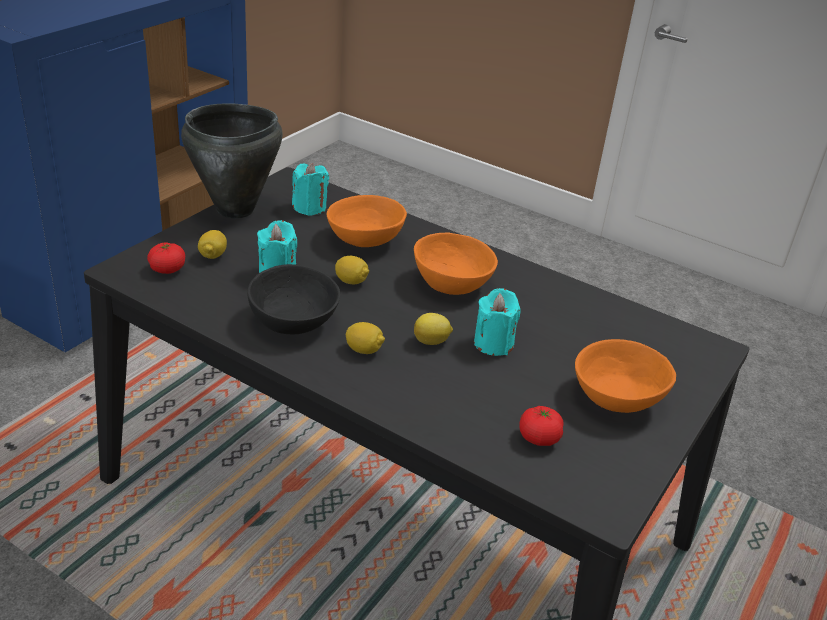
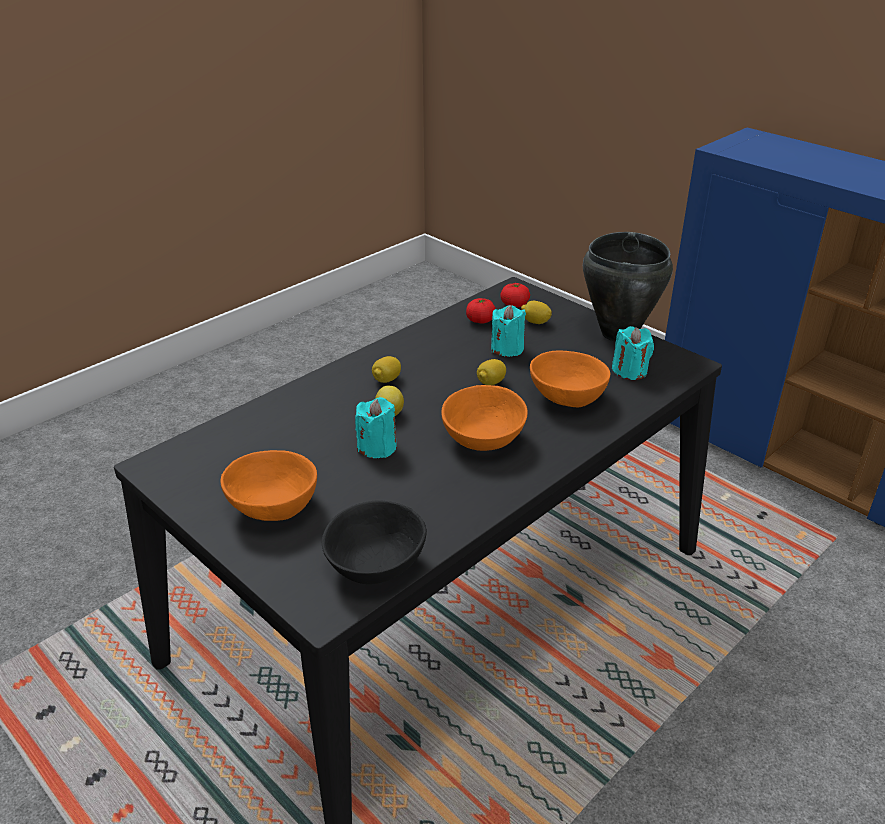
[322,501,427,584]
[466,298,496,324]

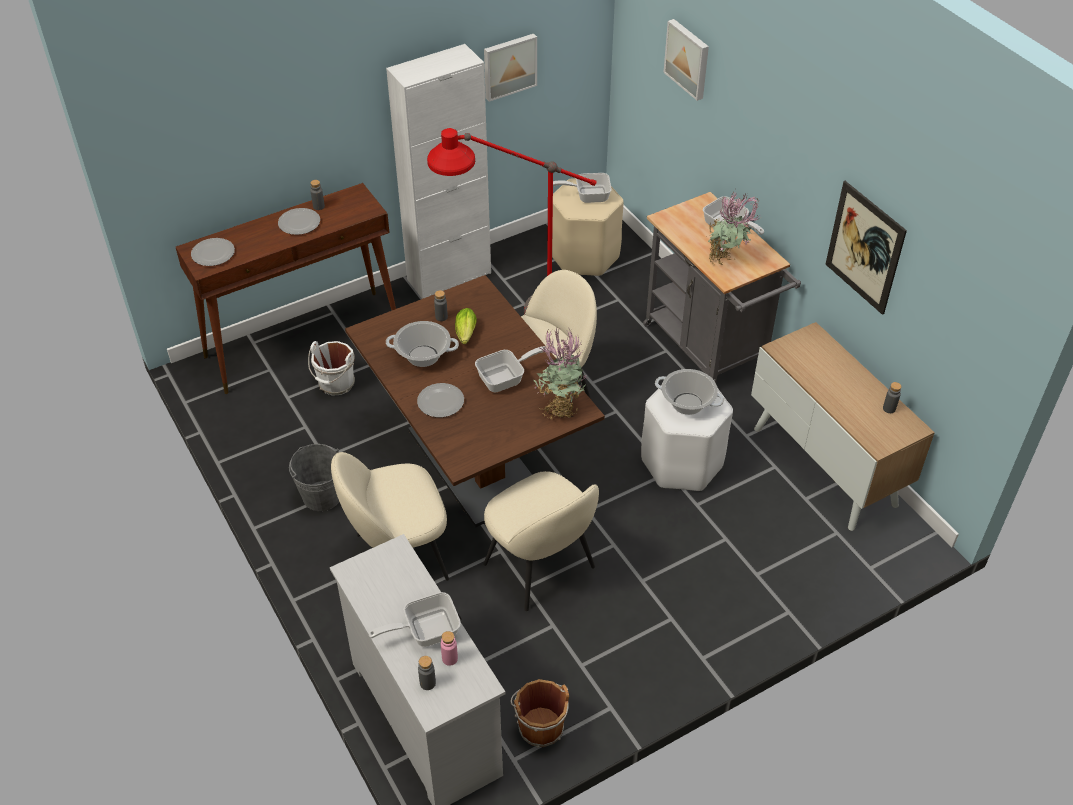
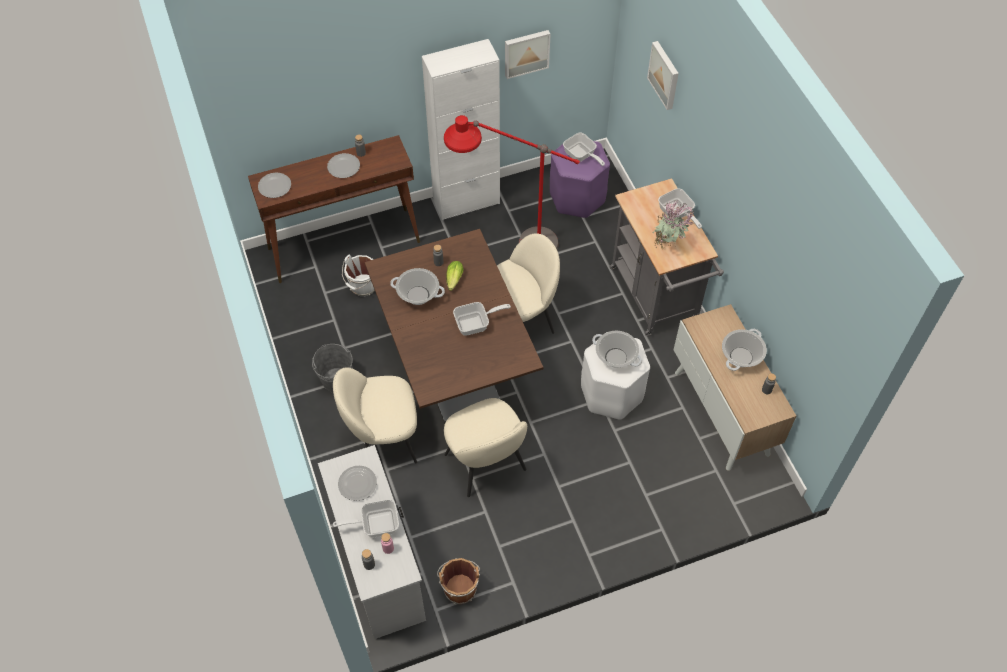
[338,466,377,501]
[550,141,610,218]
[563,133,605,166]
[722,329,767,371]
[533,327,587,420] (first image)
[825,181,907,315] (first image)

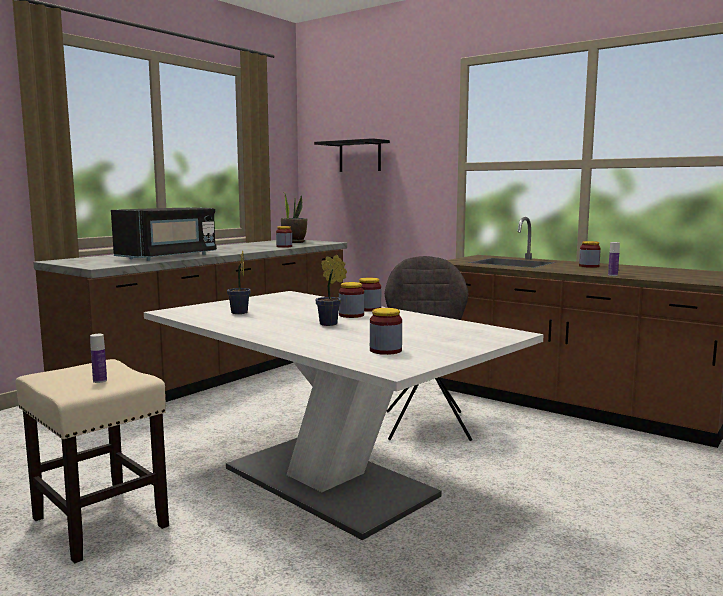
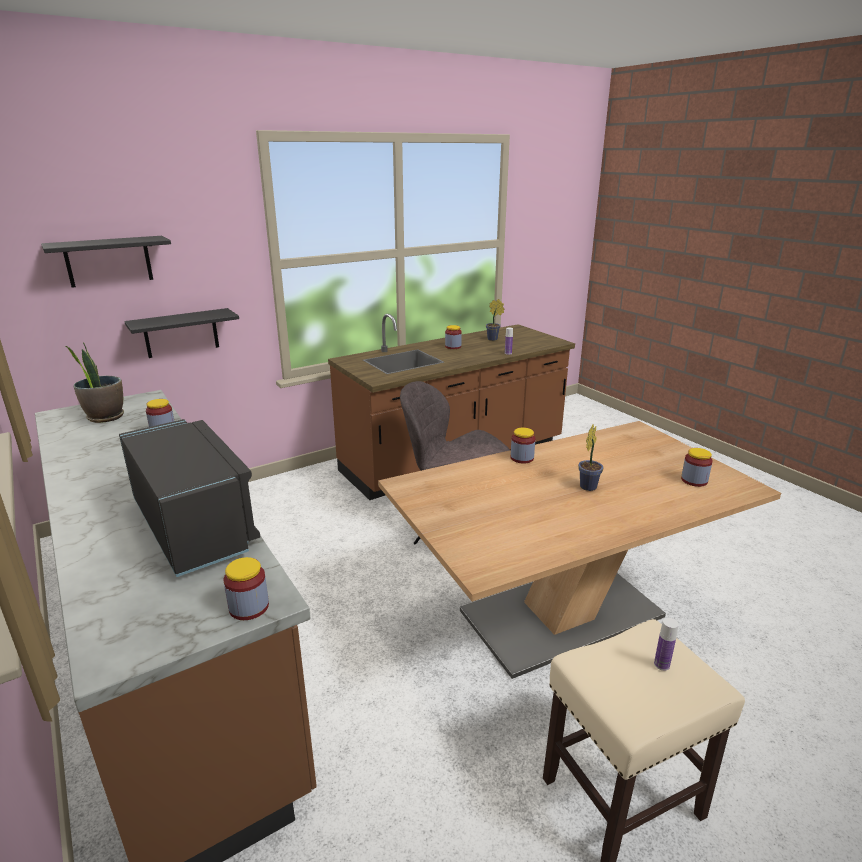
[124,308,239,358]
[224,557,269,620]
[378,421,781,679]
[486,299,504,341]

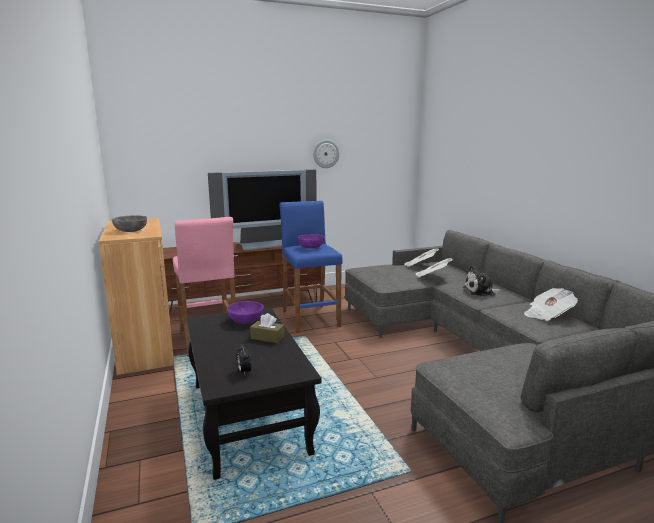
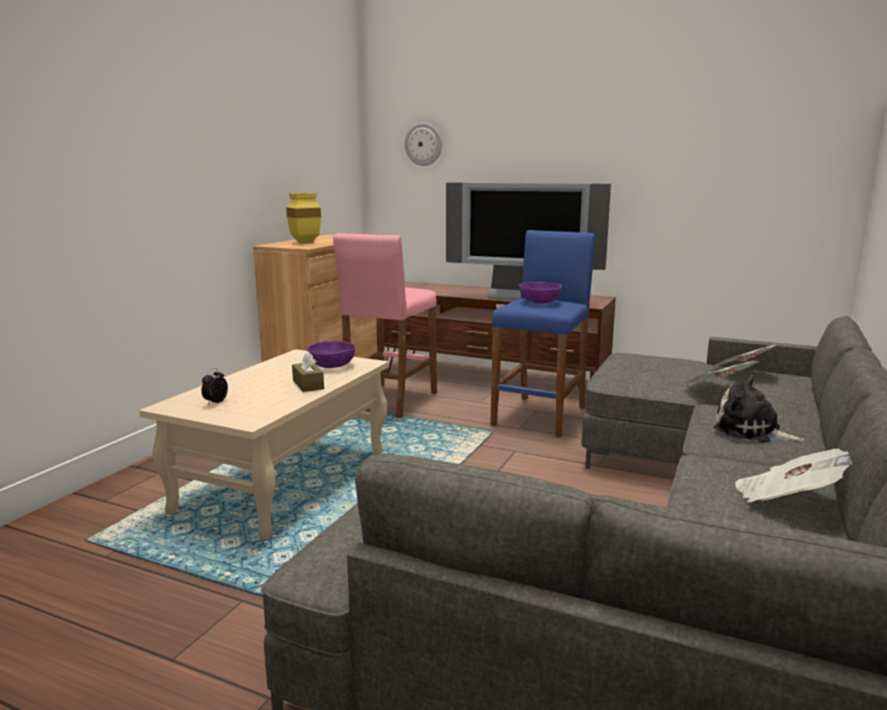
[139,349,389,540]
[286,193,321,244]
[405,122,442,166]

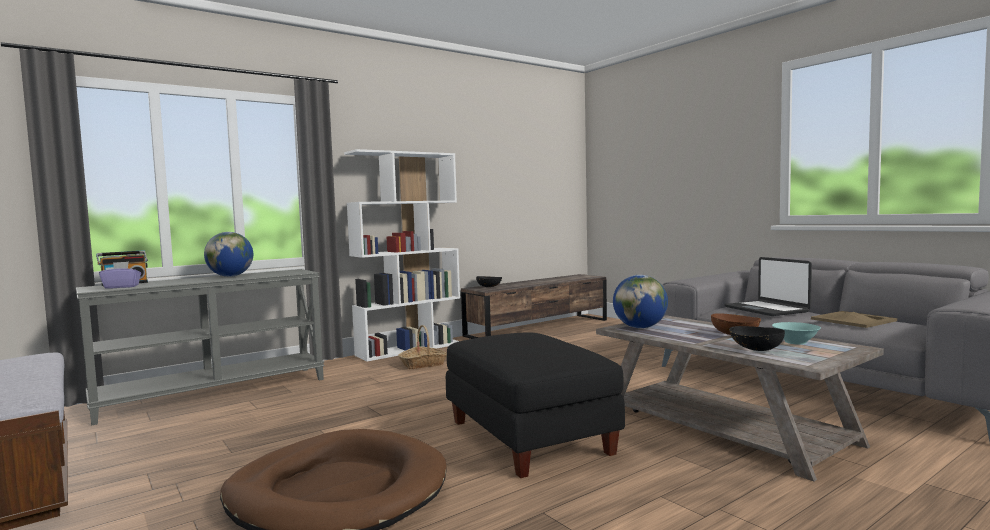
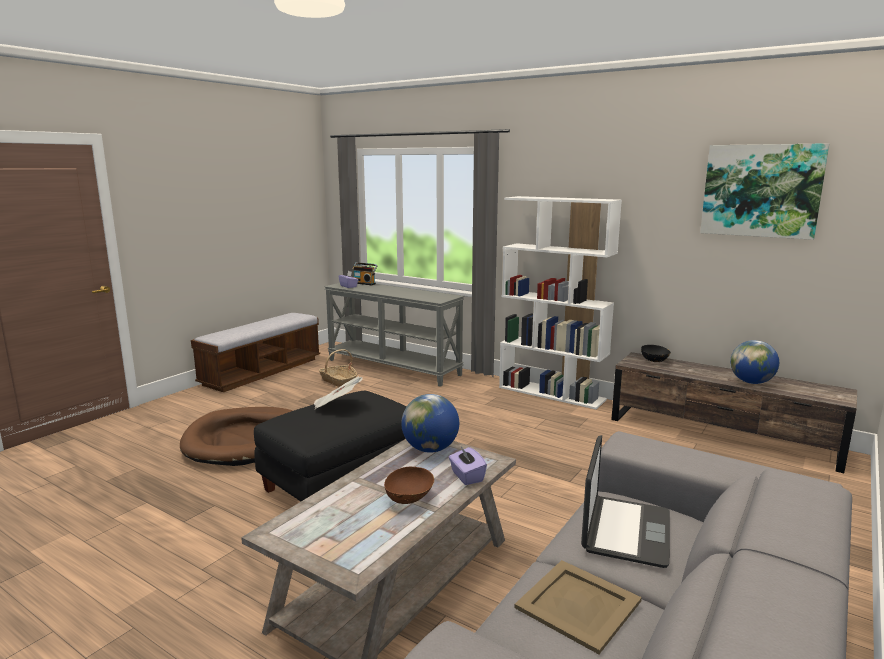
[314,376,363,409]
[318,349,357,387]
[449,447,487,485]
[581,435,670,568]
[700,143,829,240]
[730,340,779,384]
[729,326,785,351] (first image)
[772,322,821,345] (first image)

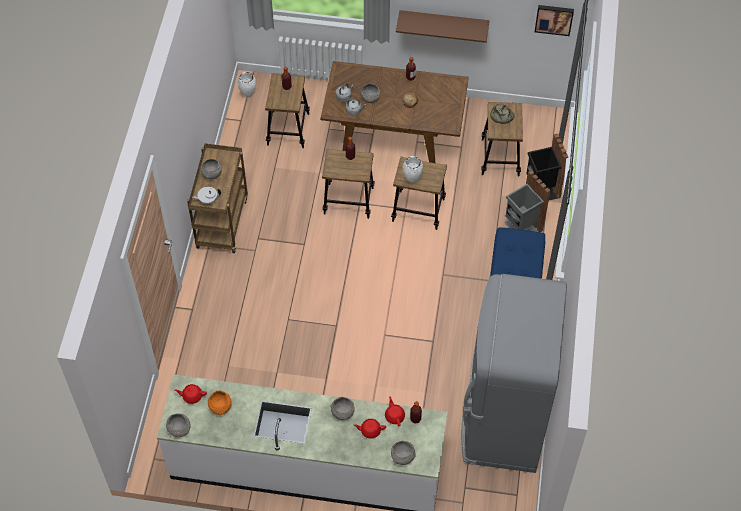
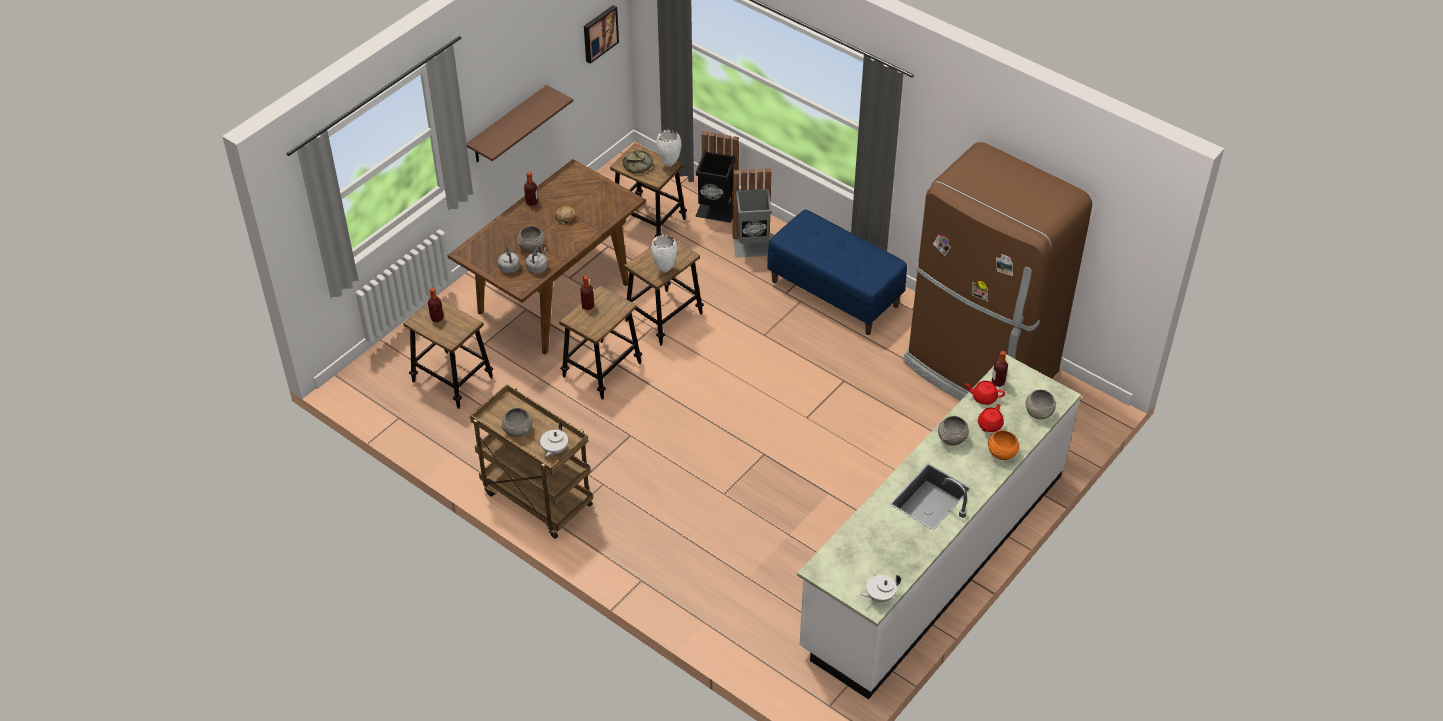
[656,130,681,167]
[860,575,901,603]
[903,142,1092,401]
[988,430,1020,460]
[174,384,207,404] (first image)

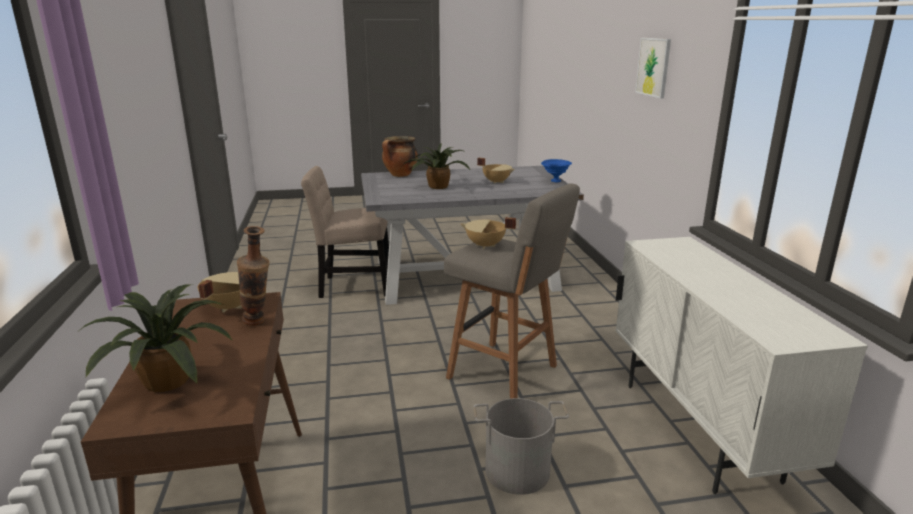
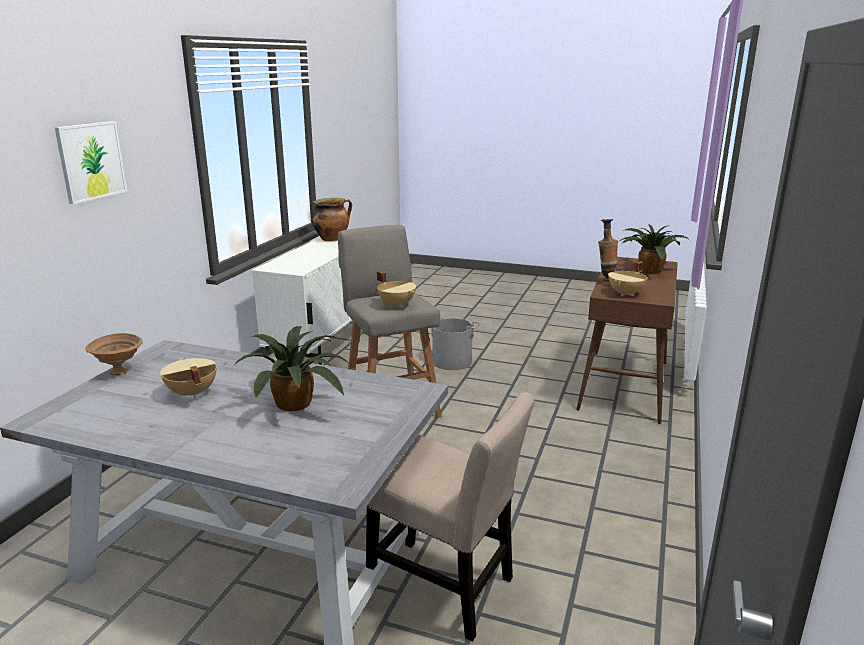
[85,333,143,375]
[312,198,352,241]

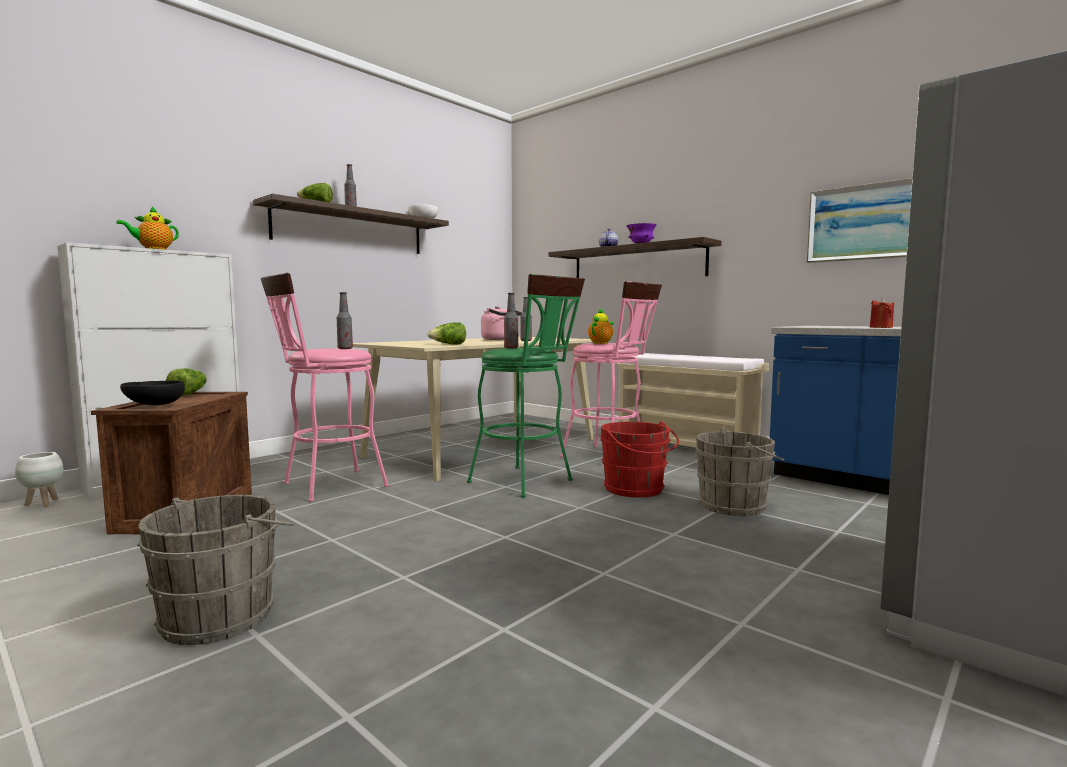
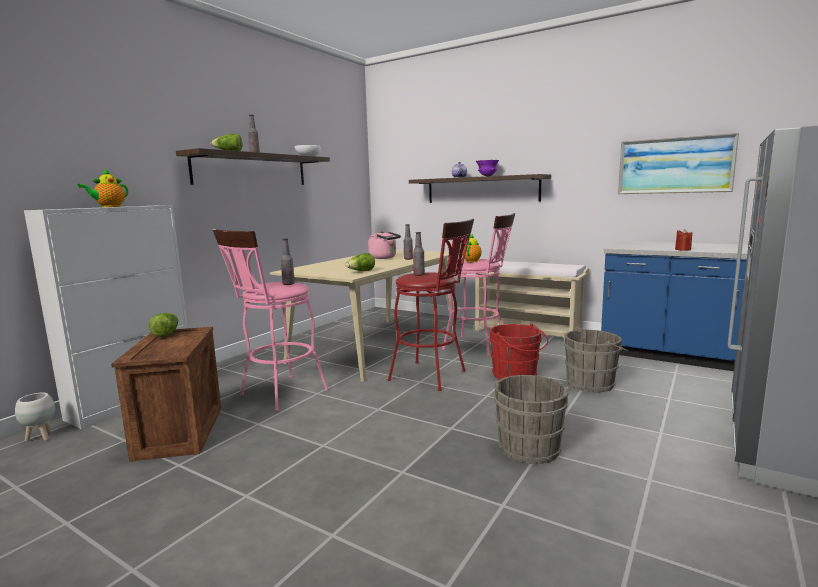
[388,219,474,391]
[493,375,570,464]
[120,381,185,405] (first image)

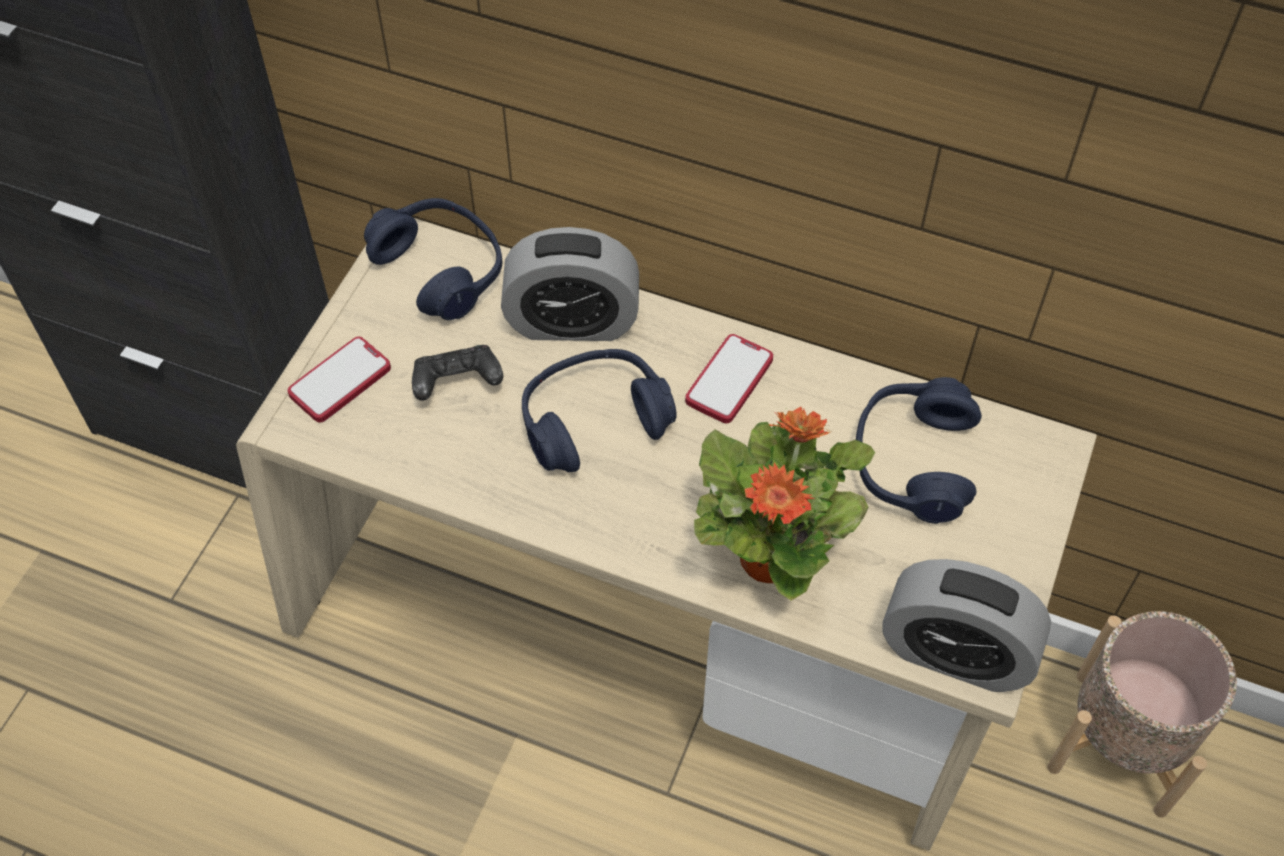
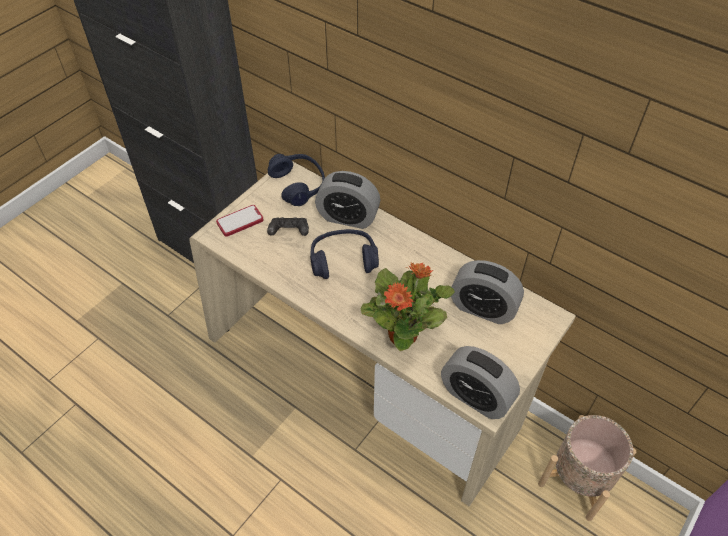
[451,260,524,324]
[685,334,773,423] (first image)

